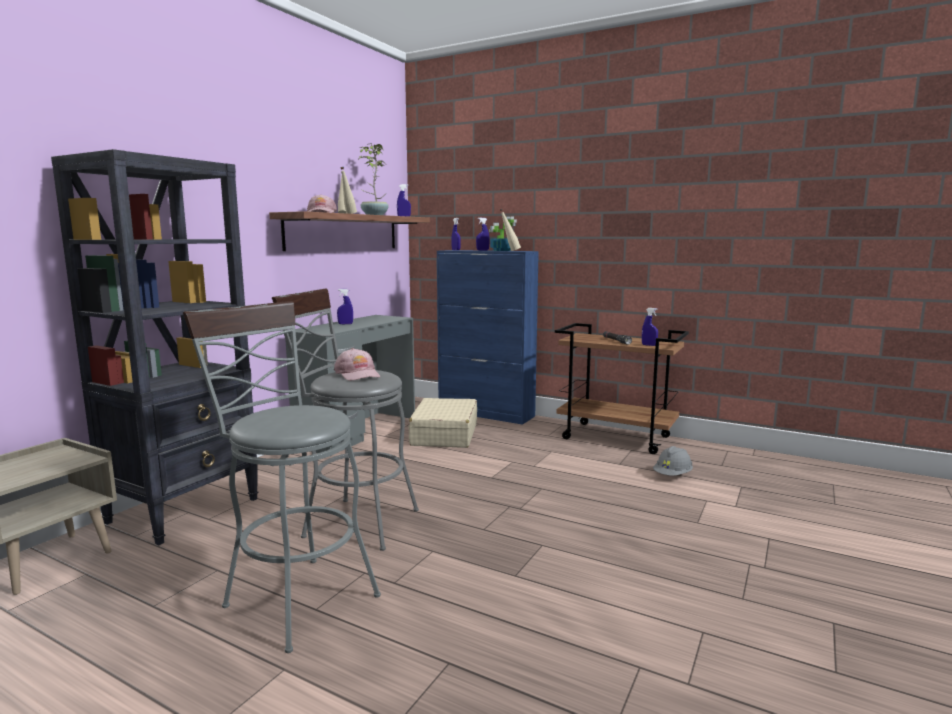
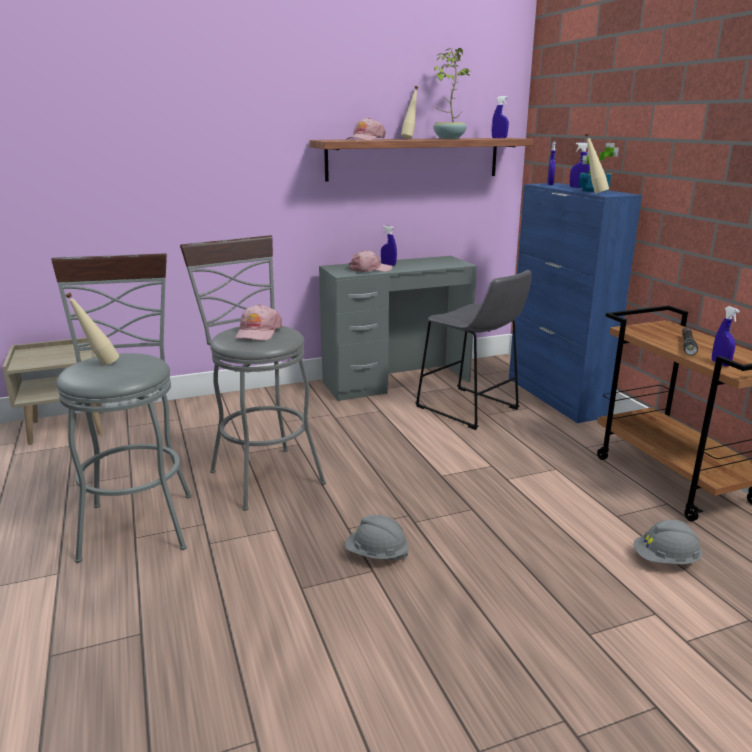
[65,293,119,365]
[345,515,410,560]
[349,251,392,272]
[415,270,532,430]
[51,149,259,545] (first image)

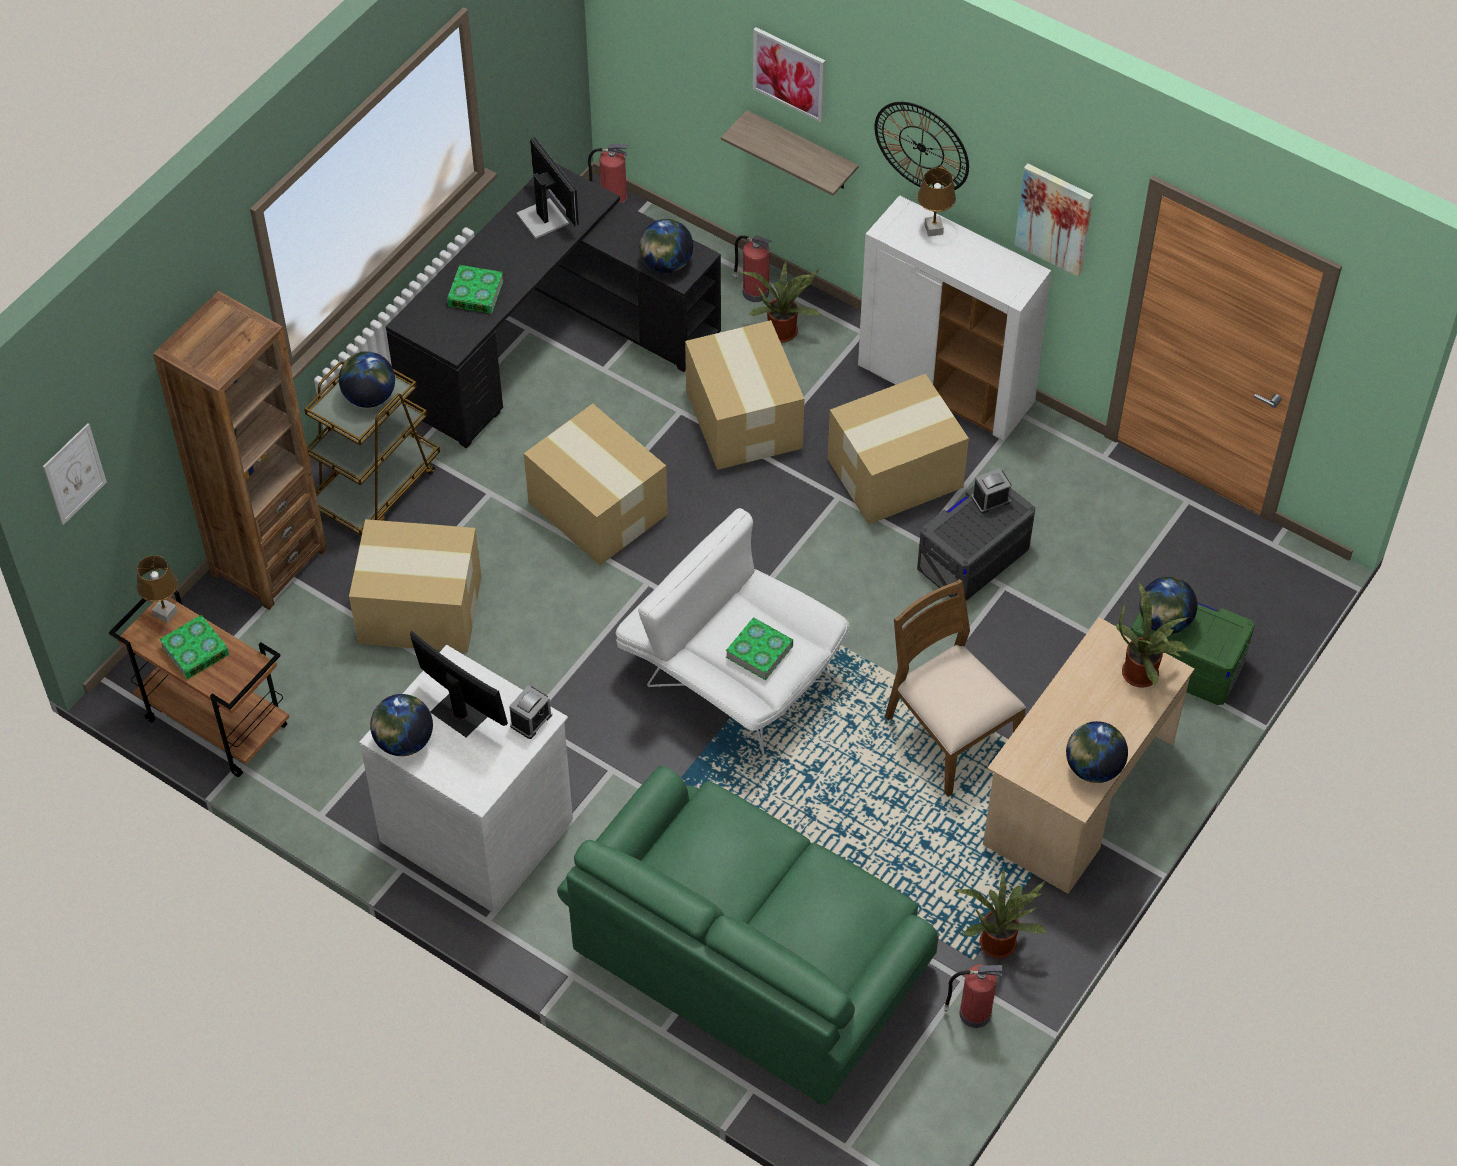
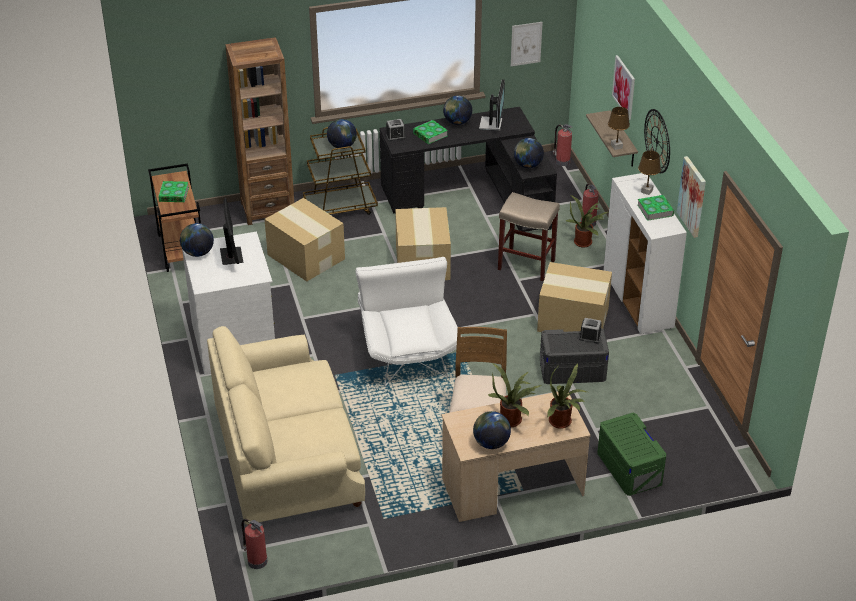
[207,326,365,525]
[242,519,267,569]
[386,119,406,141]
[443,96,472,125]
[488,363,543,427]
[498,192,560,281]
[511,22,543,66]
[608,107,630,150]
[638,195,674,221]

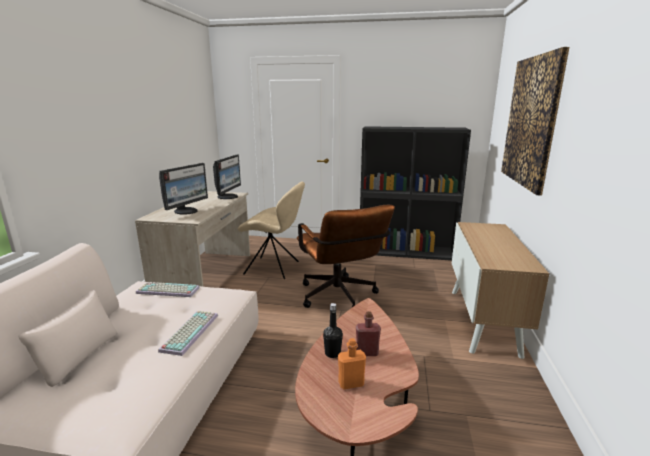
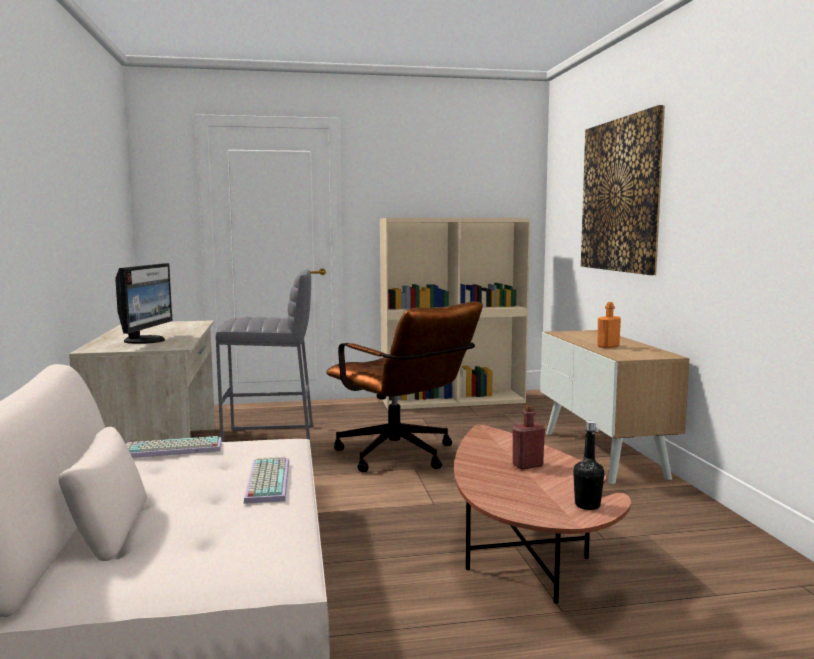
[215,270,313,447]
[380,218,530,410]
[573,421,604,510]
[597,302,621,348]
[213,155,241,199] (first image)

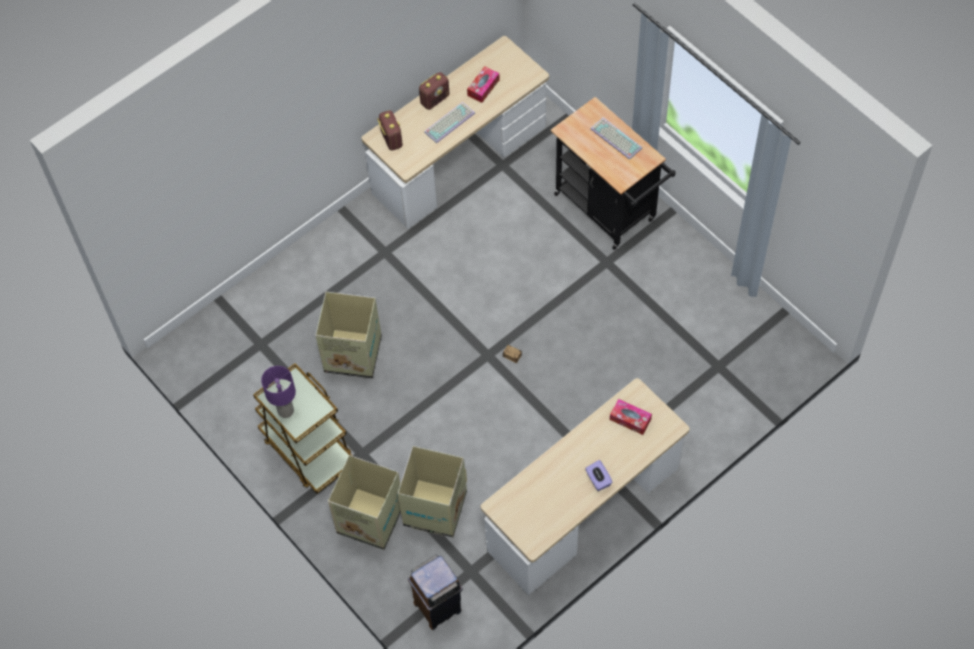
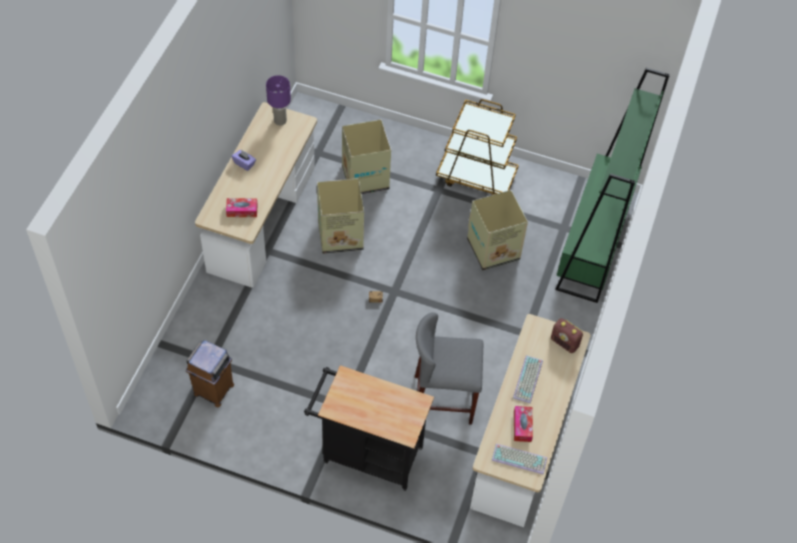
[186,340,234,407]
[266,75,291,125]
[317,178,364,254]
[415,312,483,425]
[492,444,547,475]
[555,68,670,303]
[419,72,449,110] (first image)

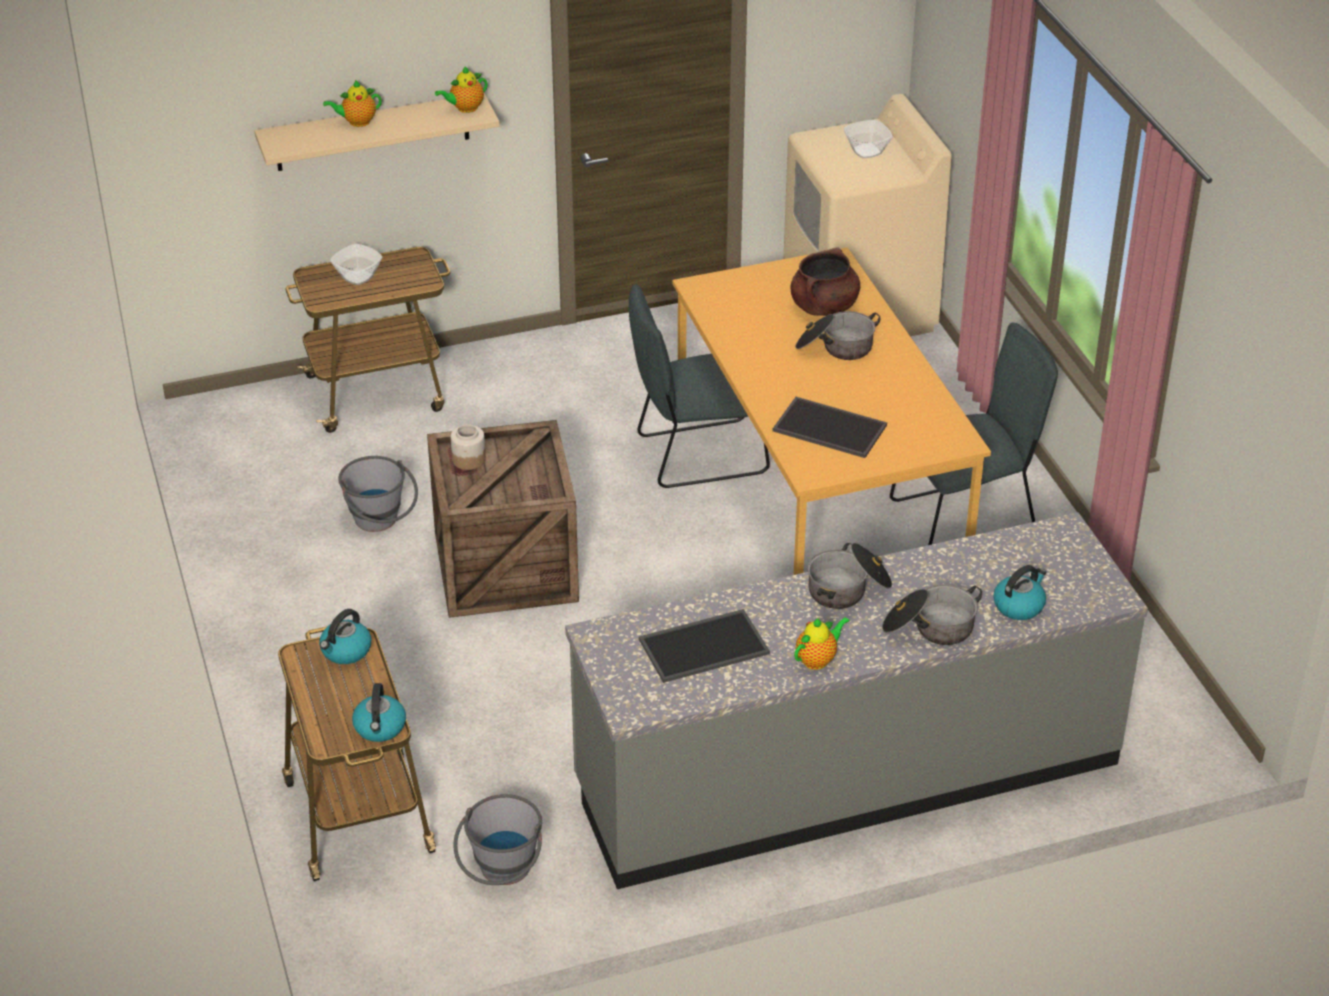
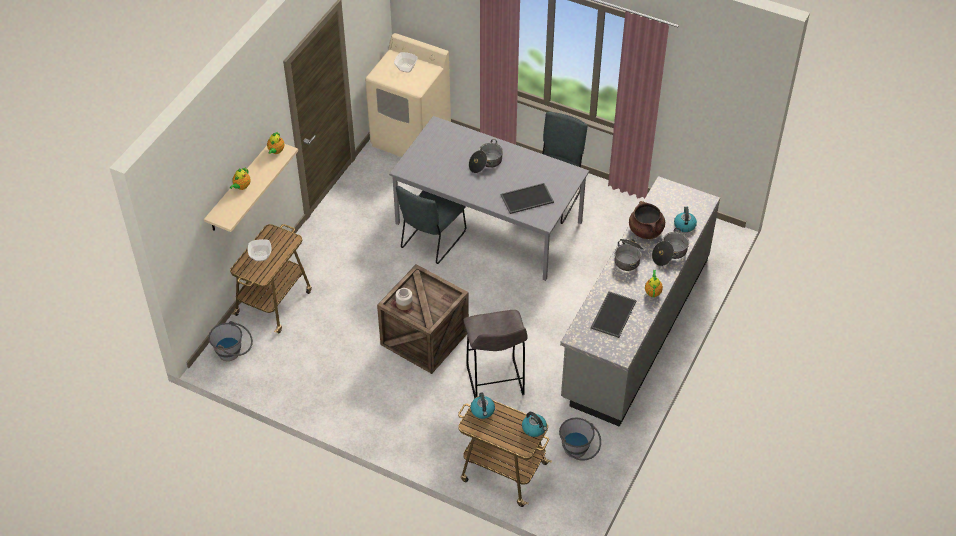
[208,321,253,361]
[389,116,589,281]
[464,310,528,399]
[629,201,665,239]

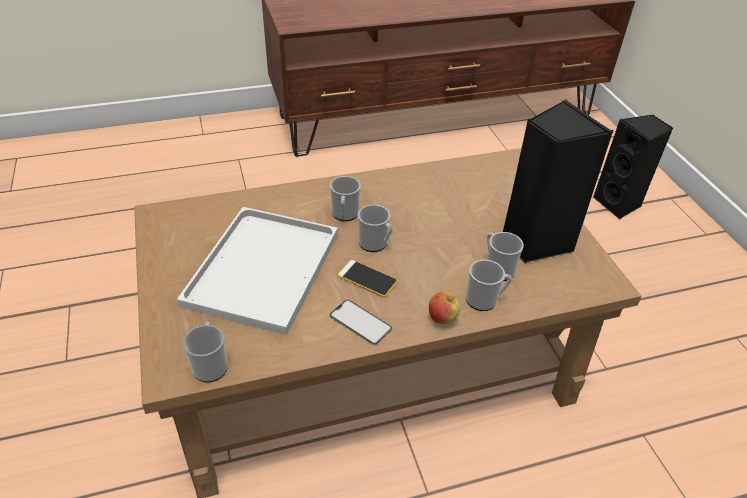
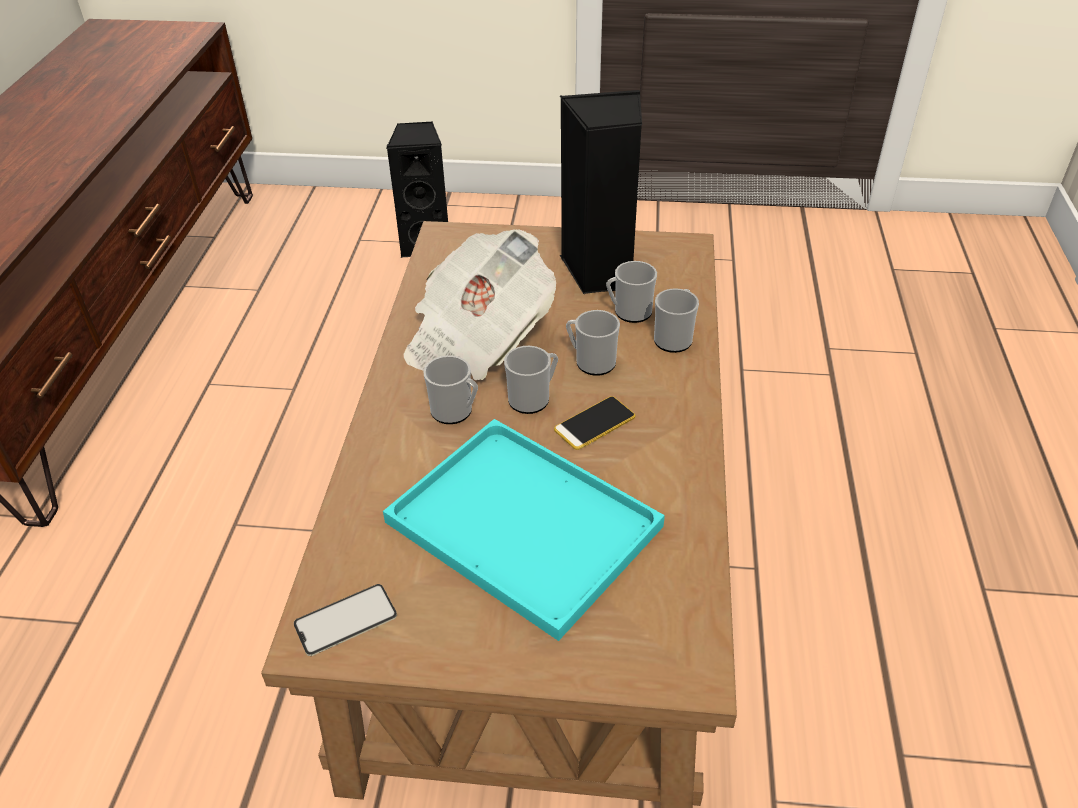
[294,584,397,656]
[383,419,665,641]
[403,230,556,380]
[566,310,620,376]
[429,291,460,324] (first image)

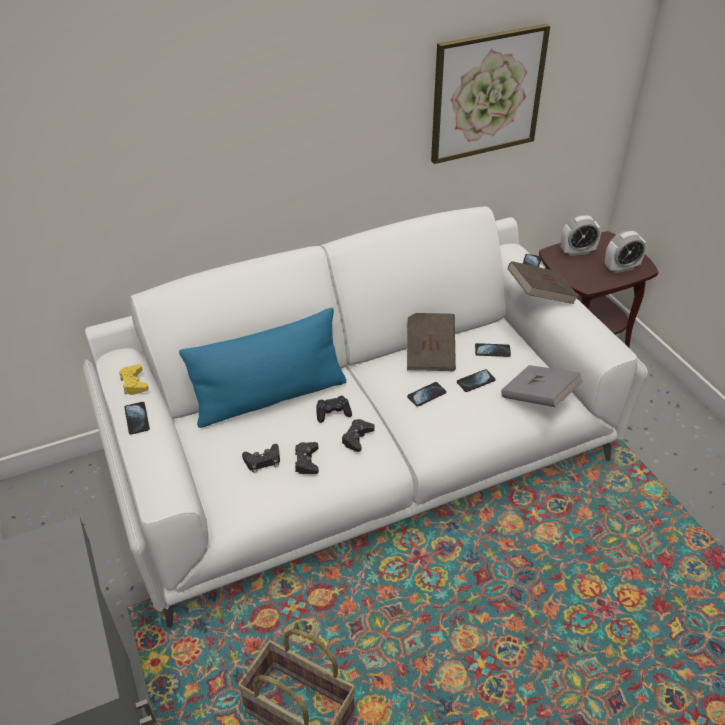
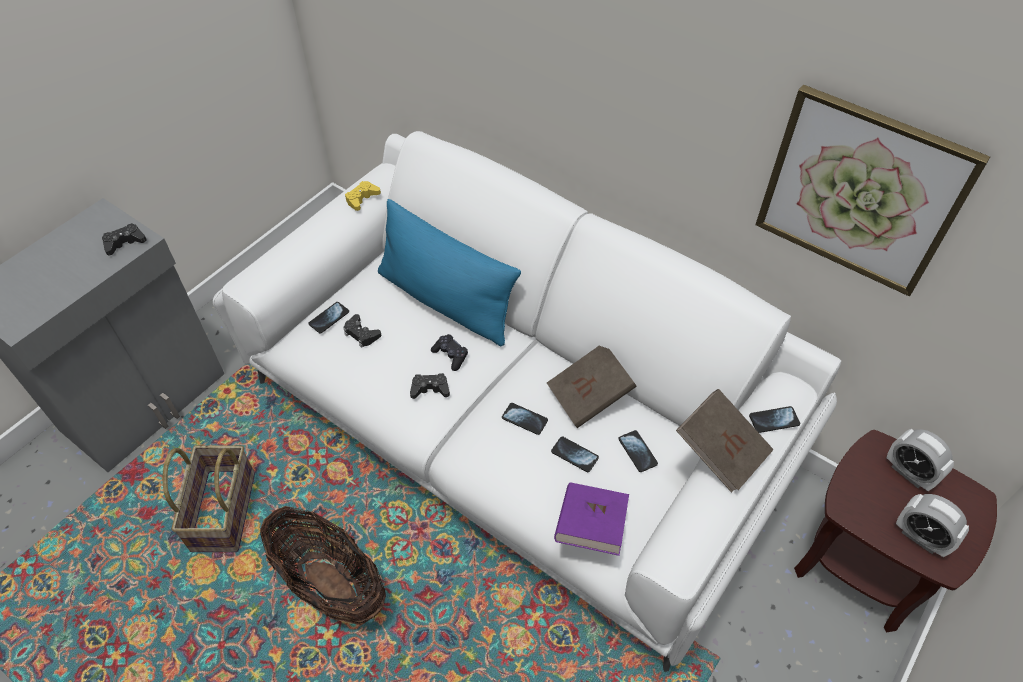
[102,223,147,256]
[260,506,386,625]
[308,302,349,334]
[554,482,629,556]

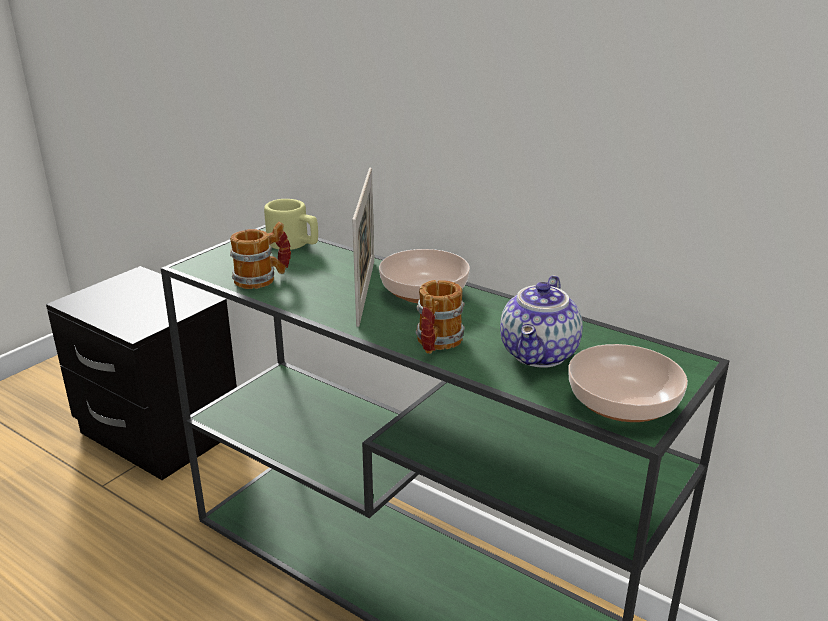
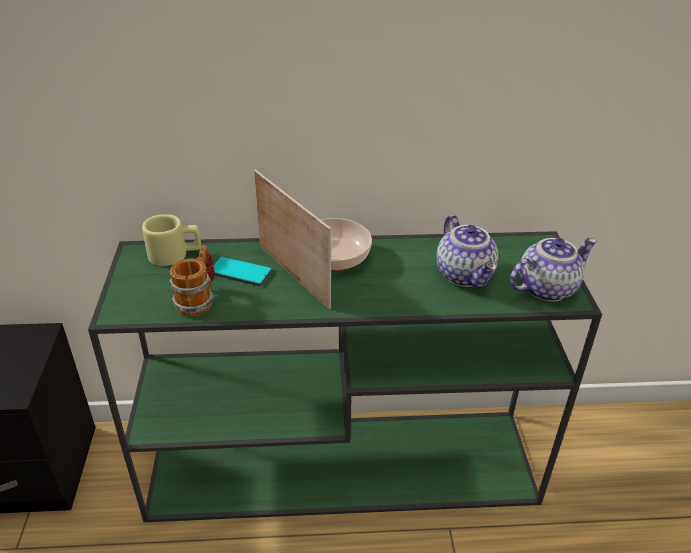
[213,256,272,286]
[509,238,597,302]
[415,280,465,354] (first image)

